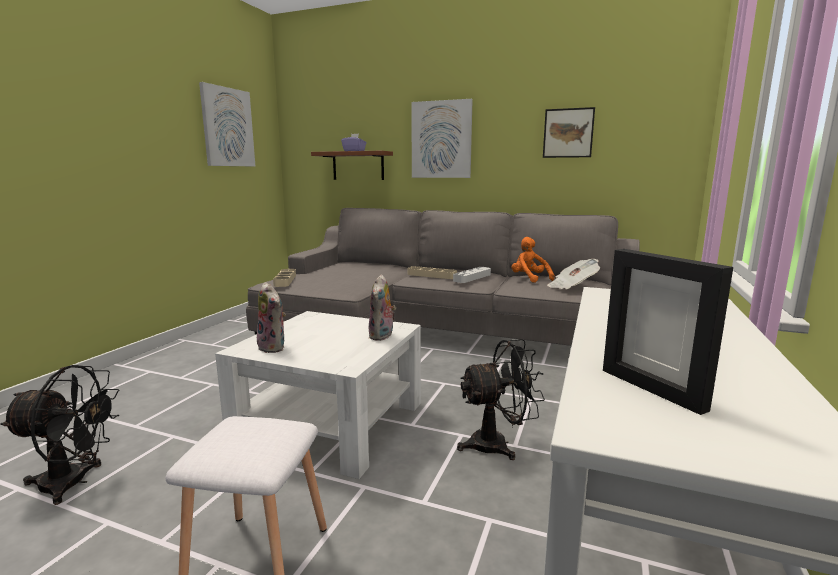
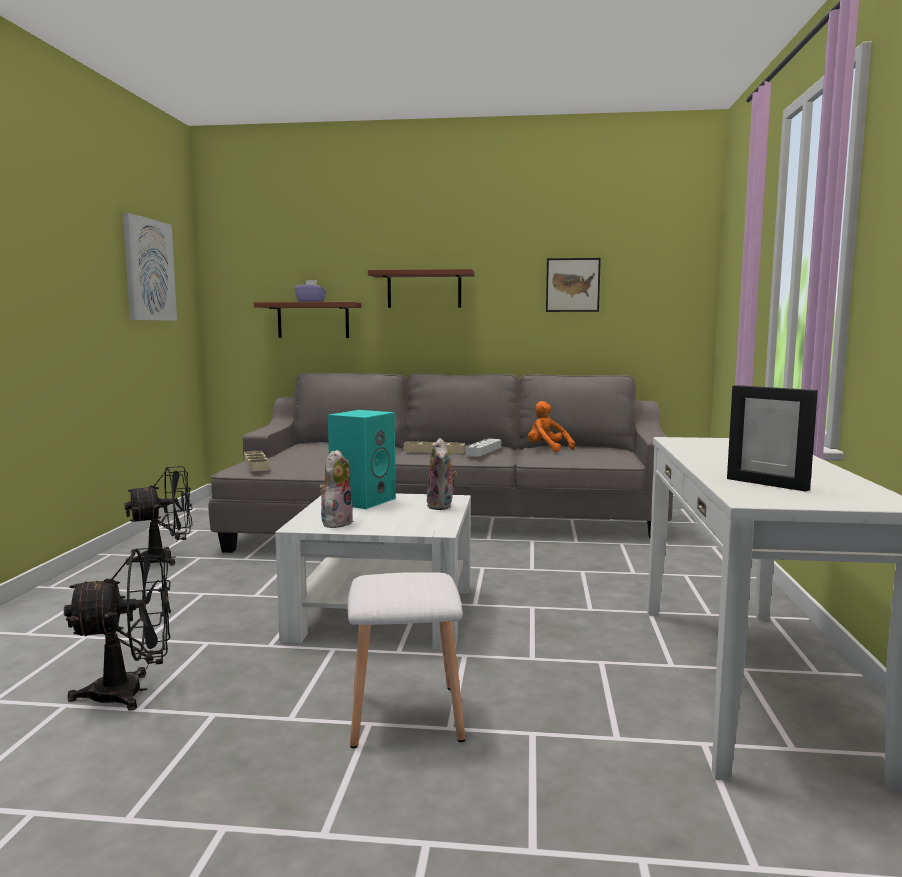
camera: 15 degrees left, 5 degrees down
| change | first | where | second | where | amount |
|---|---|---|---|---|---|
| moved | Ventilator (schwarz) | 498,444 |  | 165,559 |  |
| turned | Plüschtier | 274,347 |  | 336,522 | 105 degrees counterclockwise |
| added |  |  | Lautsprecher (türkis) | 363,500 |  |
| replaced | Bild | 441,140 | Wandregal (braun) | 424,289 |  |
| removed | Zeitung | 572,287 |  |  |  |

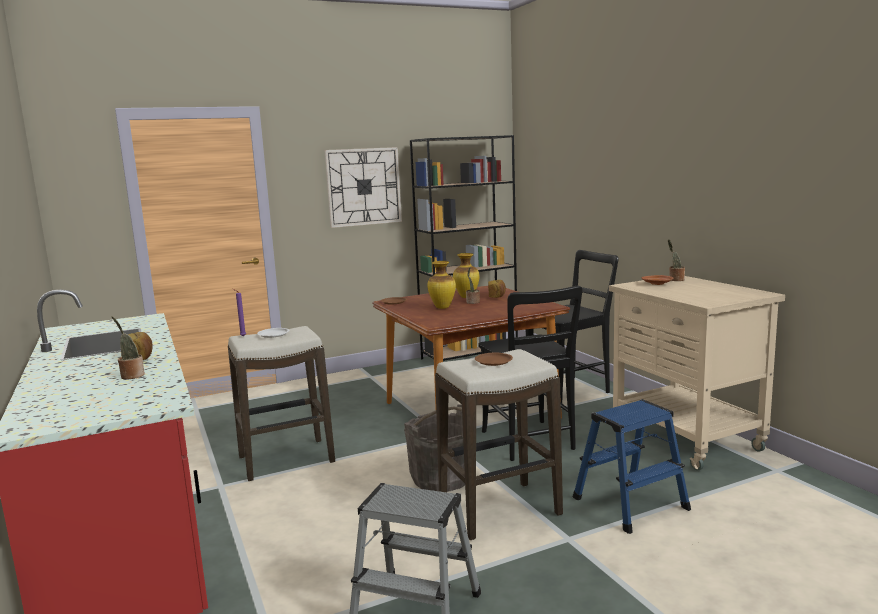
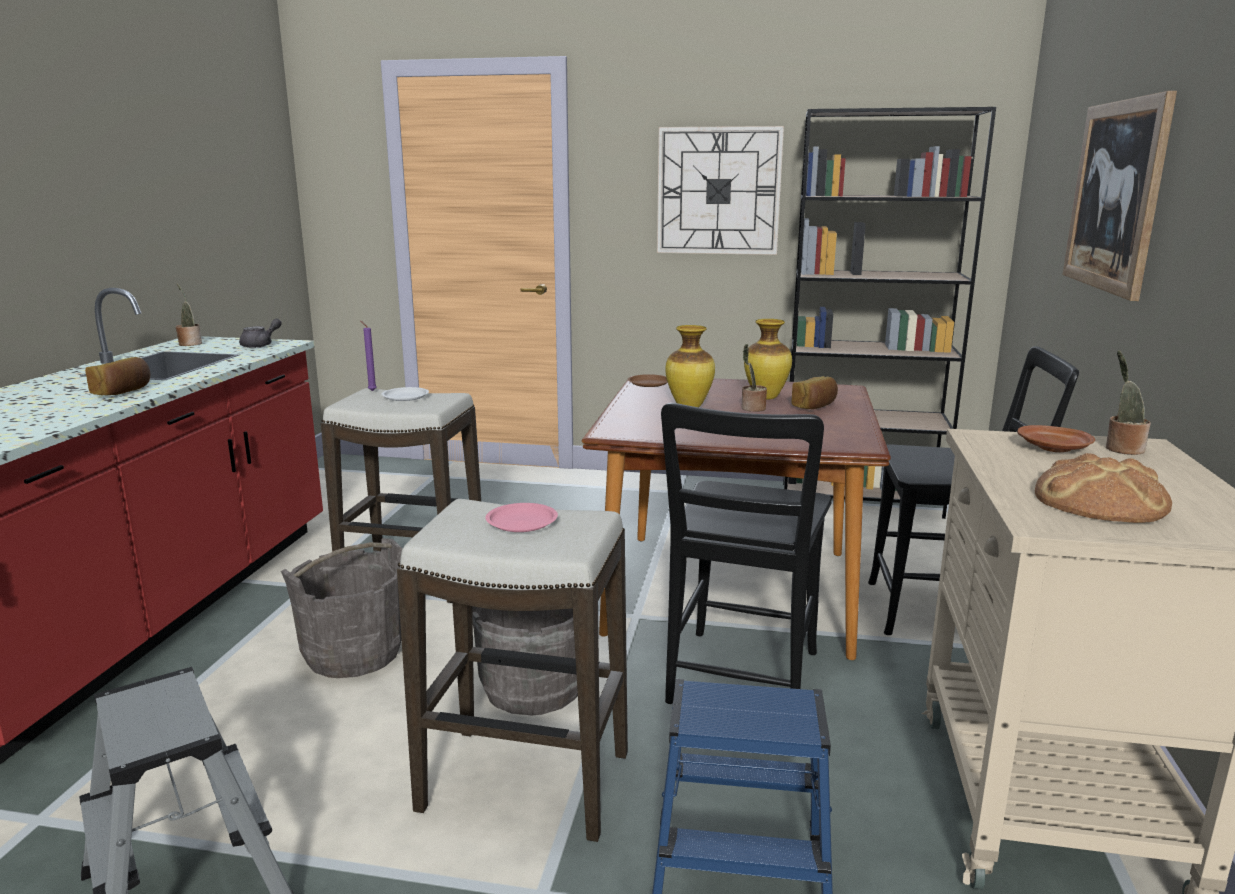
camera: 35 degrees right, 5 degrees up
| change | first | where | second | where | amount |
|---|---|---|---|---|---|
| moved | Topfpflanze | 131,375 |  | 190,343 |  |
| added |  |  | Teekanne (grau) | 261,345 |  |
| added |  |  | Eimer (grau) | 353,653 |  |
| recoloured | Teller (braun) | 493,361 | Teller (rosa) | 522,522 |  |
| added |  |  | Brot | 1101,501 |  |
| added |  |  | Bild | 1115,196 |  |

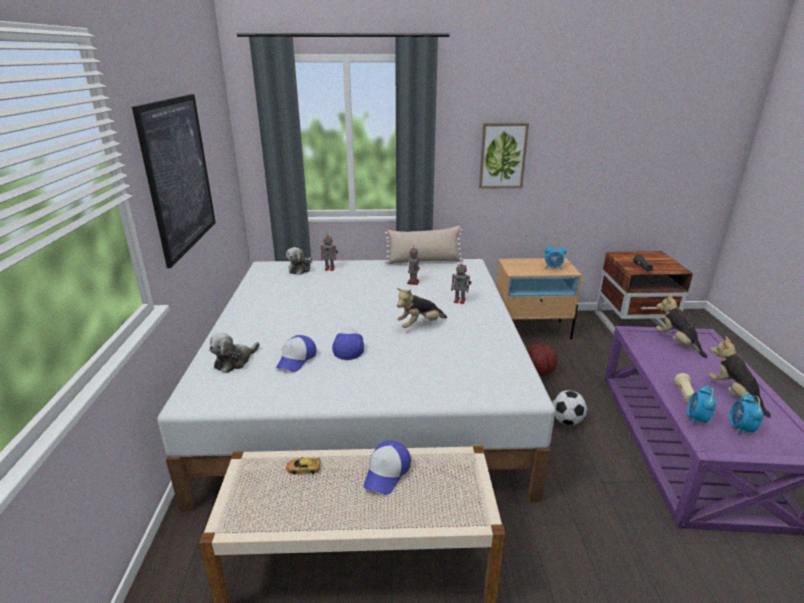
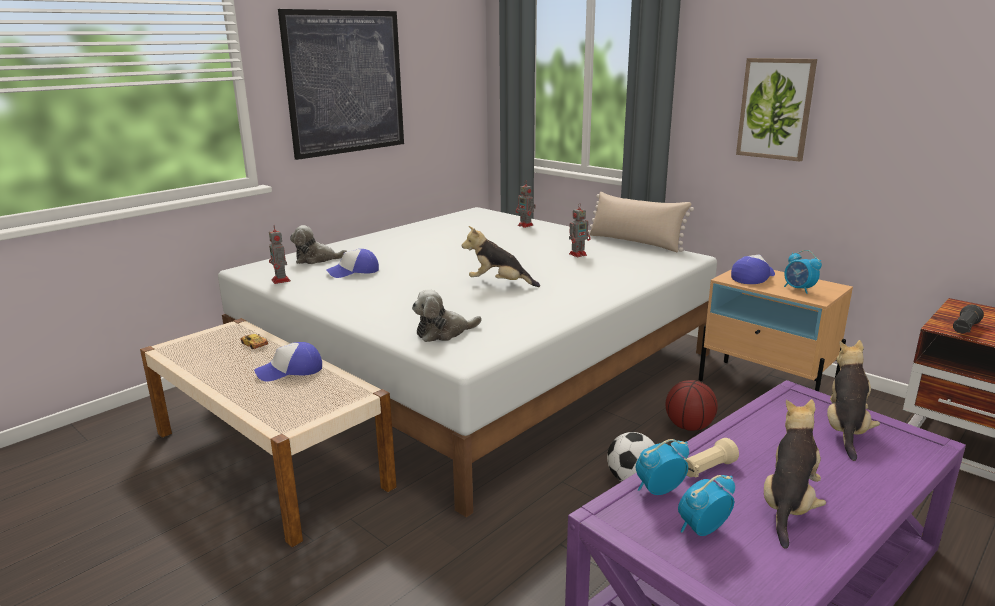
camera: 45 degrees right, 5 degrees down
| change | first | where | second | where | amount |
|---|---|---|---|---|---|
| moved | Spielzeugroboter | 460,300 |  | 281,281 |  |
| moved | Plüschtier | 300,269 |  | 443,332 |  |
| moved | Kappe | 349,347 |  | 753,277 |  |

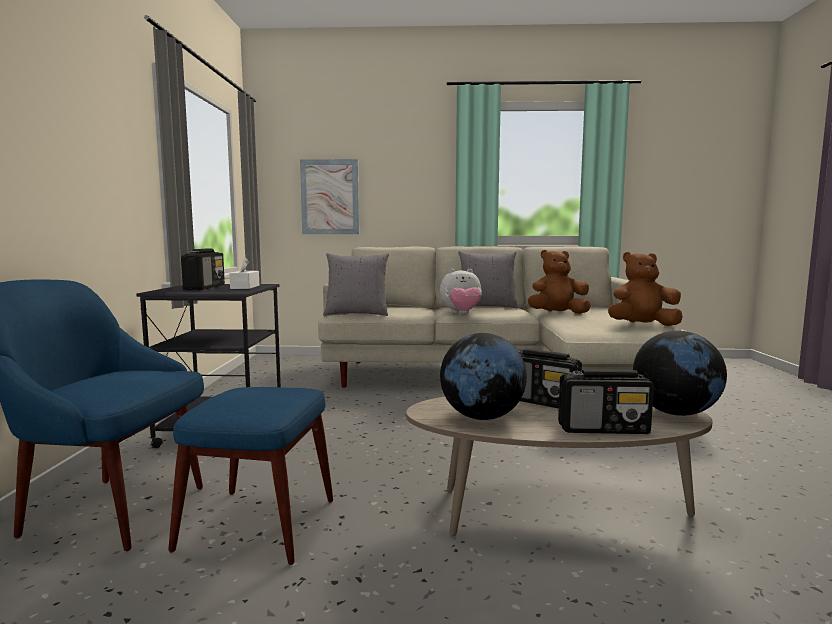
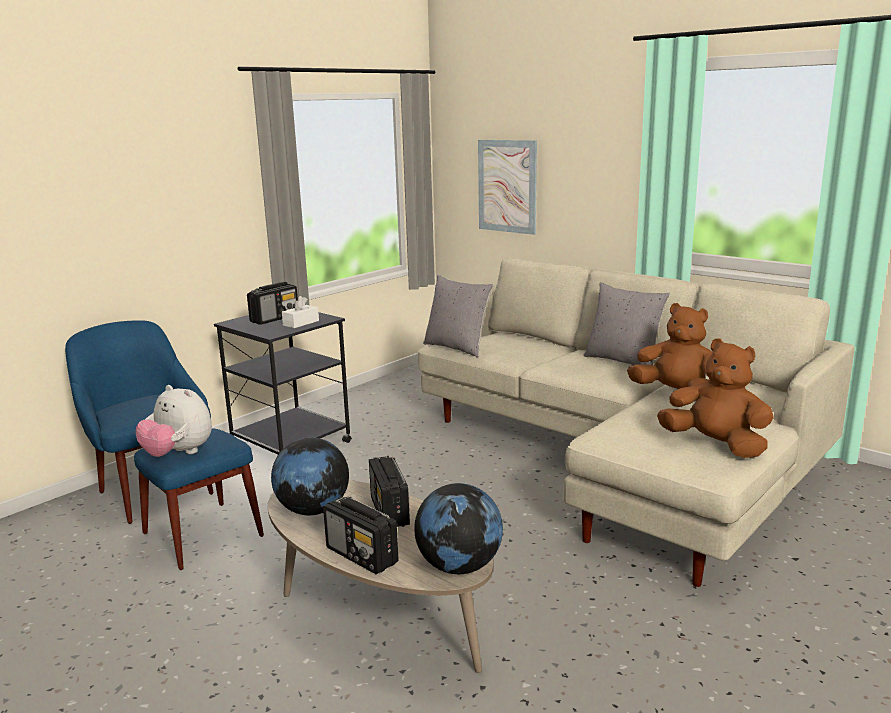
camera: 40 degrees right, 10 degrees up
| change | first | where | second | where | amount |
|---|---|---|---|---|---|
| moved | Plüschtier | 461,313 |  | 178,454 |  |

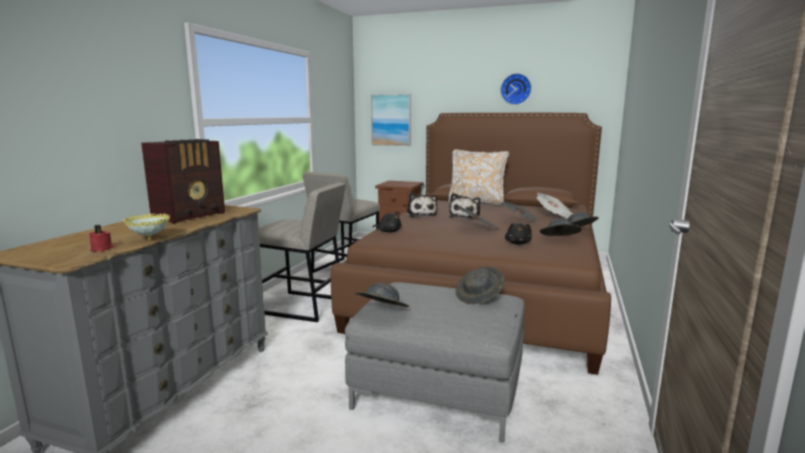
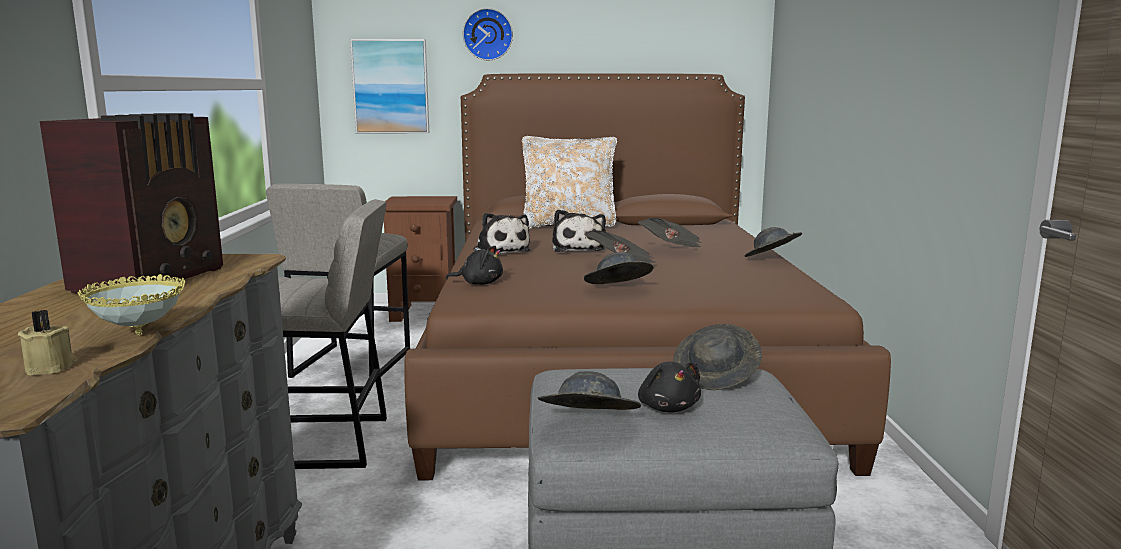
camera: 20 degrees left, 0 degrees up
| change | first | where | second | where | amount |
|---|---|---|---|---|---|
| recoloured | Kerze (rot) | 102,249 | Kerze (beige) | 51,367 |  |
| moved | Wanduhr | 516,89 |  | 488,34 |  |
| moved | Hut (grau) | 559,240 |  | 617,290 |  |
| moved | Plüschtier (schwarz) | 518,243 |  | 668,407 |  |
| removed | Zeitung | 554,216 |  |  |  |

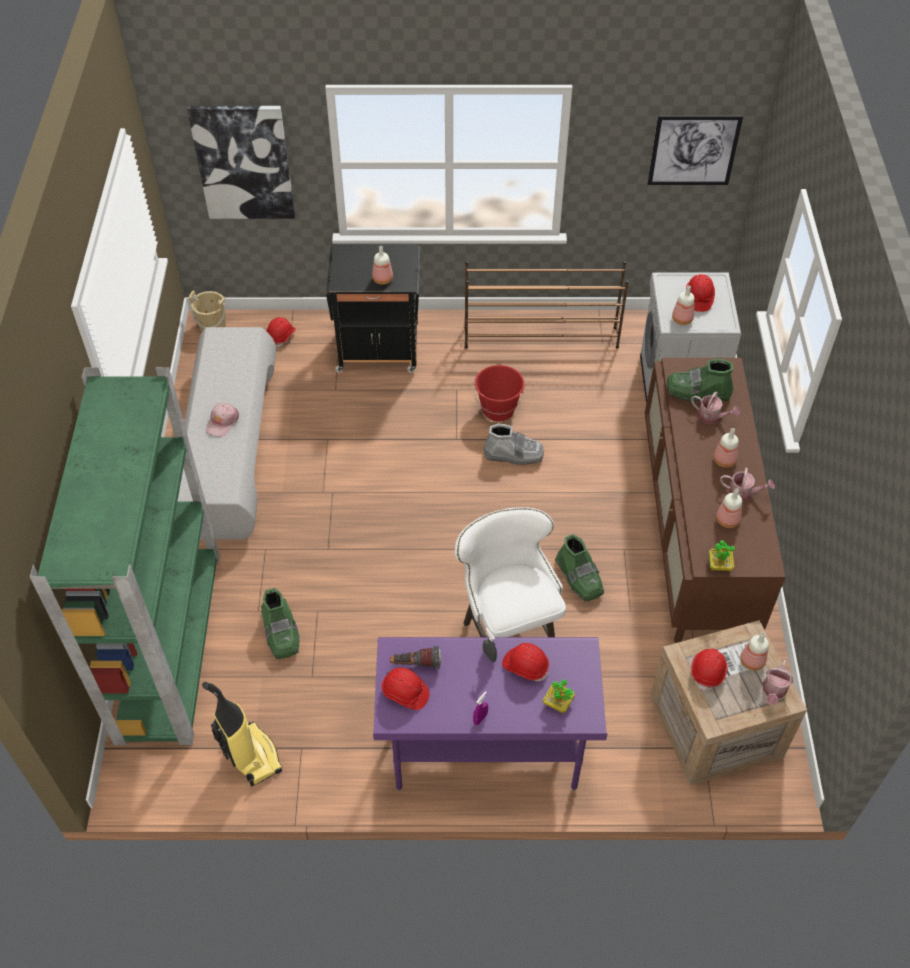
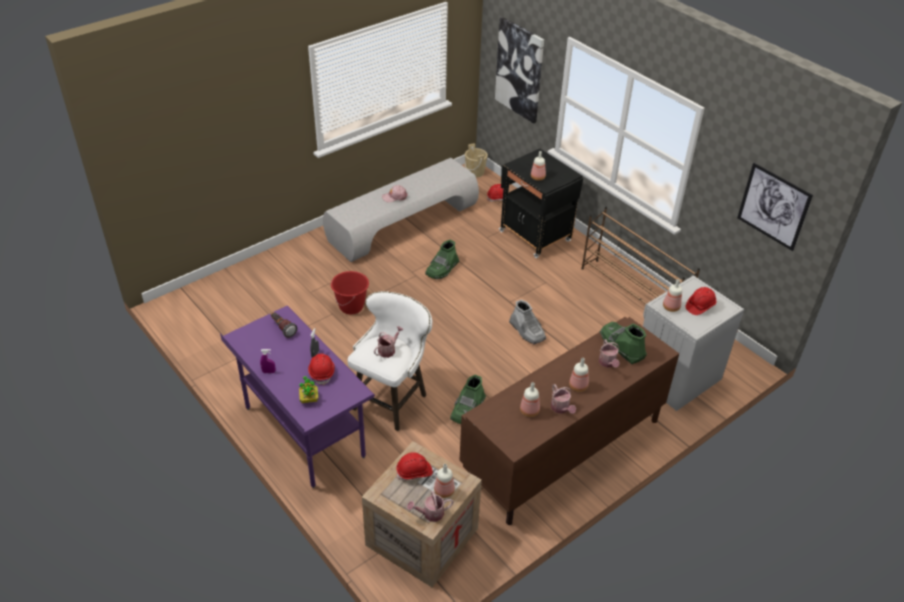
camera: 50 degrees right, 10 degrees down
| change | first | where | second | where | amount |
|---|---|---|---|---|---|
| moved | Eimer (rot) | 498,410 |  | 351,307 |  |
| added |  |  | Gießkanne | 388,350 |  |
| moved | Stiefel (grün) | 281,633 |  | 442,269 |  |
| removed | Bücherregal (grün) | 170,644 |  |  |  |
| removed | Staubsauger | 251,755 |  |  |  |
| removed | Schutzhelm (rot) | 405,693 |  |  |  |
| removed | Topfpflanze | 719,565 |  |  |  |

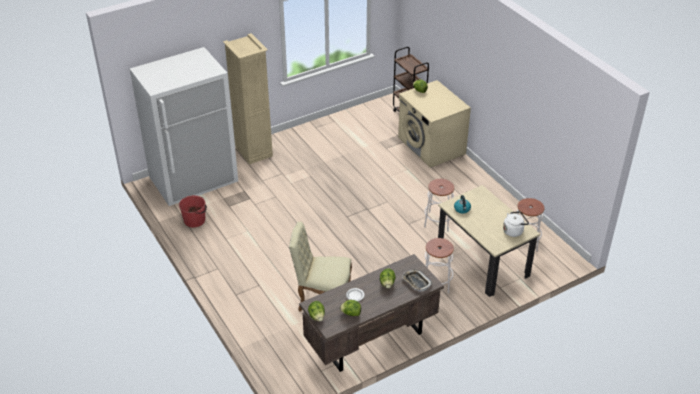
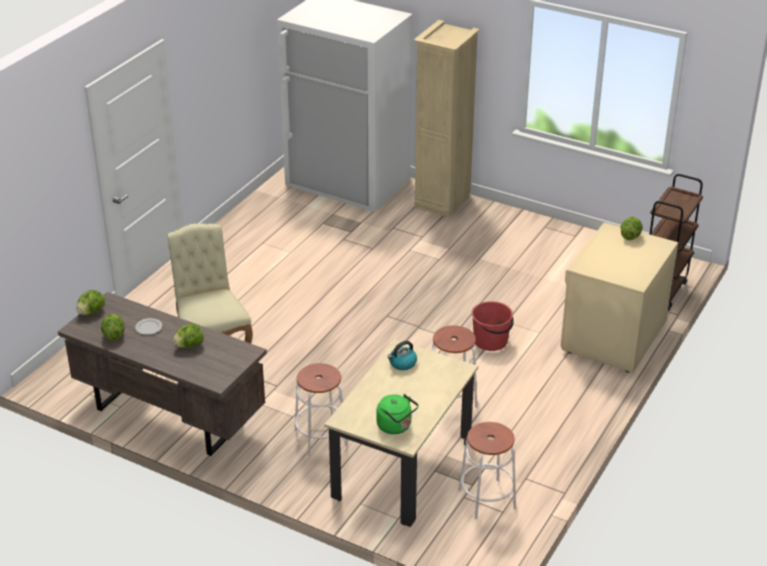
camera: 60 degrees right, 5 degrees down
| change | first | where | second | where | amount |
|---|---|---|---|---|---|
| recoloured | Wasserkessel (weiß) | 514,231 | Wasserkessel (grün) | 396,426 |  |
| moved | Eimer (rot) | 195,220 |  | 491,341 |  |
| removed | Tablett | 416,282 |  |  |  |

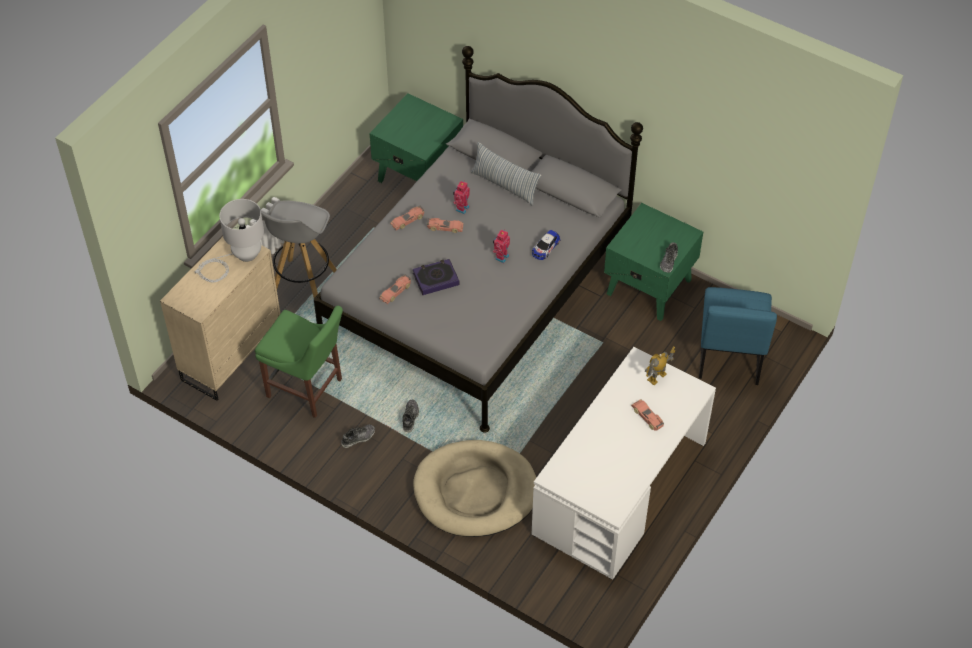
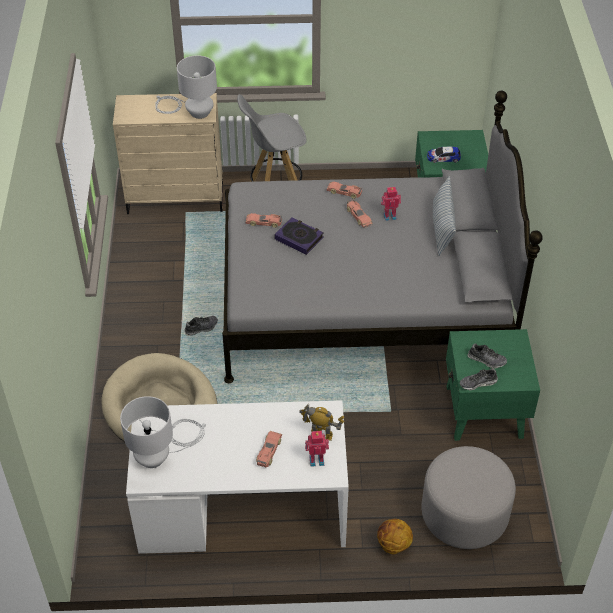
camera: 55 degrees right, 5 degrees down
| change | first | where | second | where | amount |
|---|---|---|---|---|---|
| added |  |  | Tischlampe (grau) | 165,448 |  |
| moved | Spielzeugroboter | 501,257 |  | 316,459 |  |
| added |  |  | Basketball | 393,545 |  |
| replaced | Stuhl (blau) | 729,356 | Polsterhocker (grau) | 464,514 |  |
| moved | Spielzeugauto | 545,247 |  | 443,157 |  |
| moved | Schuh | 358,438 |  | 486,360 |  |
| removed | Stuhl (grün) | 307,390 |  |  |  |

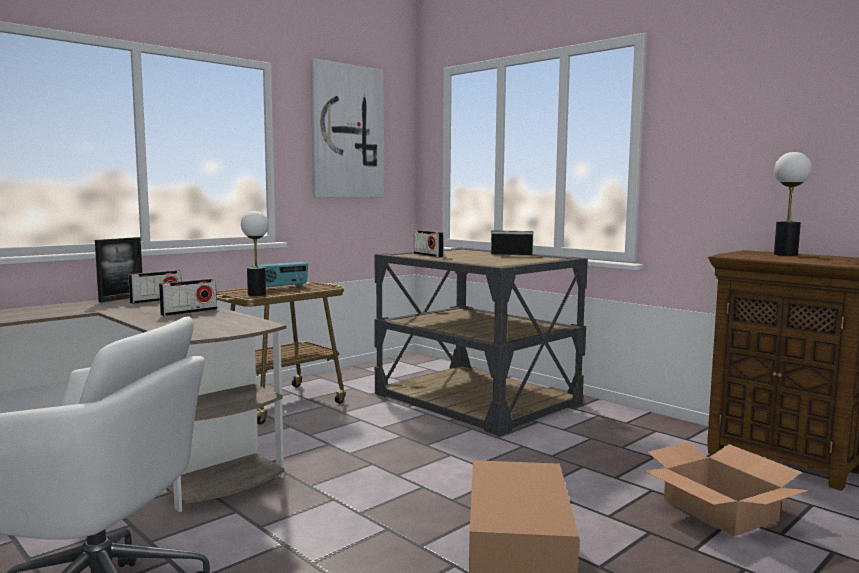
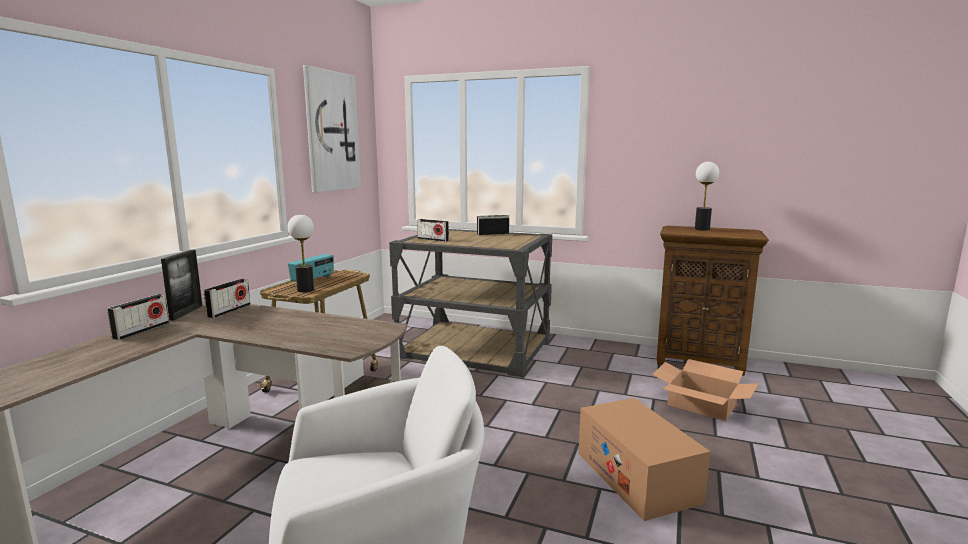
camera: 25 degrees left, 5 degrees up
| change | first | where | second | where | amount |
|---|---|---|---|---|---|
| moved | Radio | 189,312 |  | 141,330 |  |

